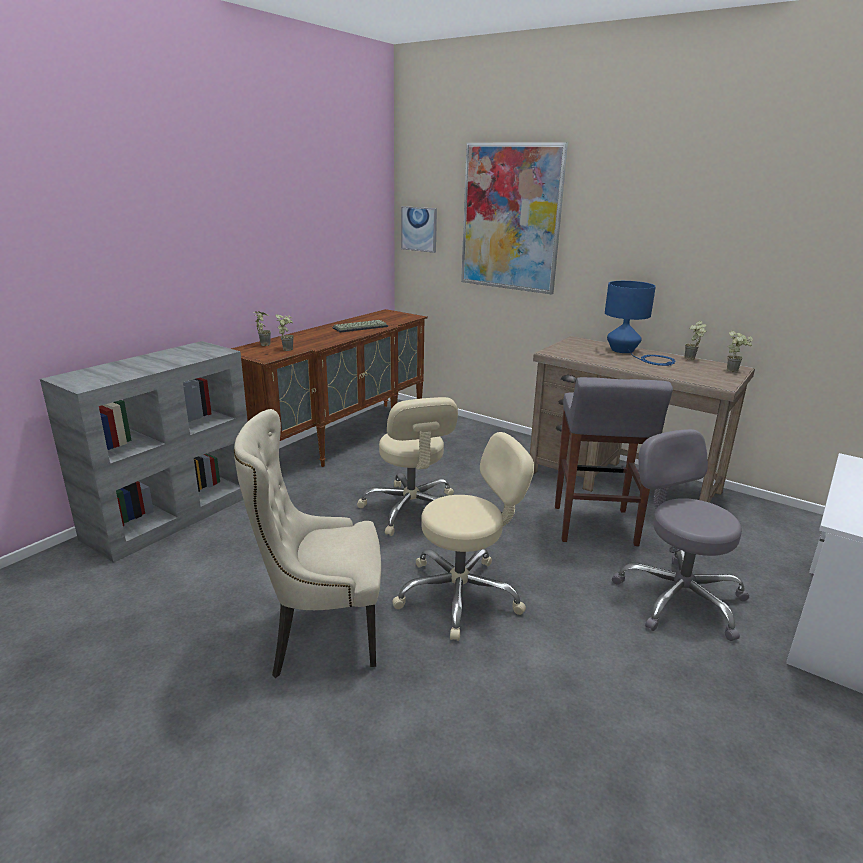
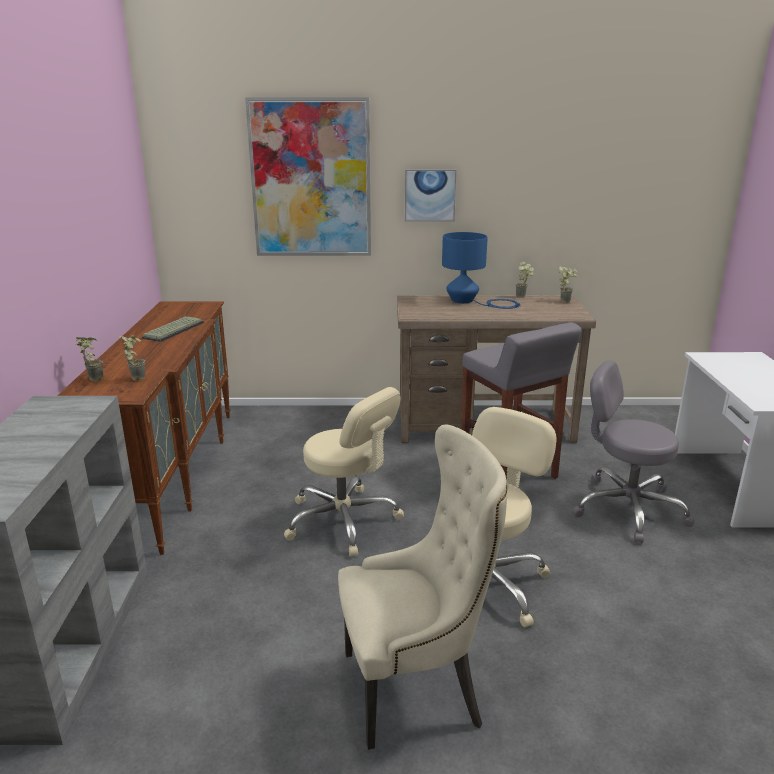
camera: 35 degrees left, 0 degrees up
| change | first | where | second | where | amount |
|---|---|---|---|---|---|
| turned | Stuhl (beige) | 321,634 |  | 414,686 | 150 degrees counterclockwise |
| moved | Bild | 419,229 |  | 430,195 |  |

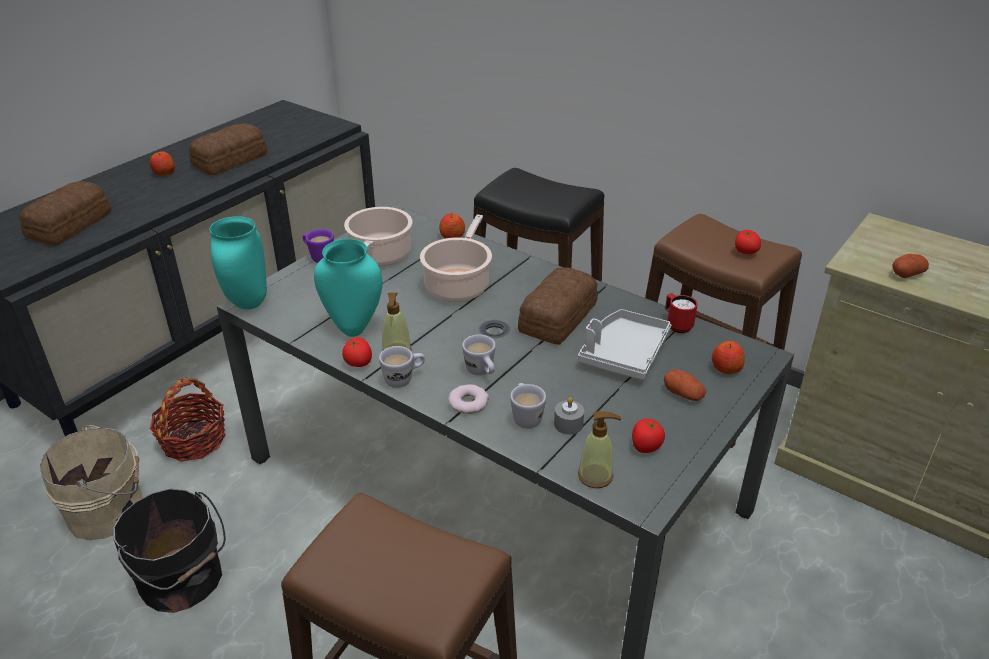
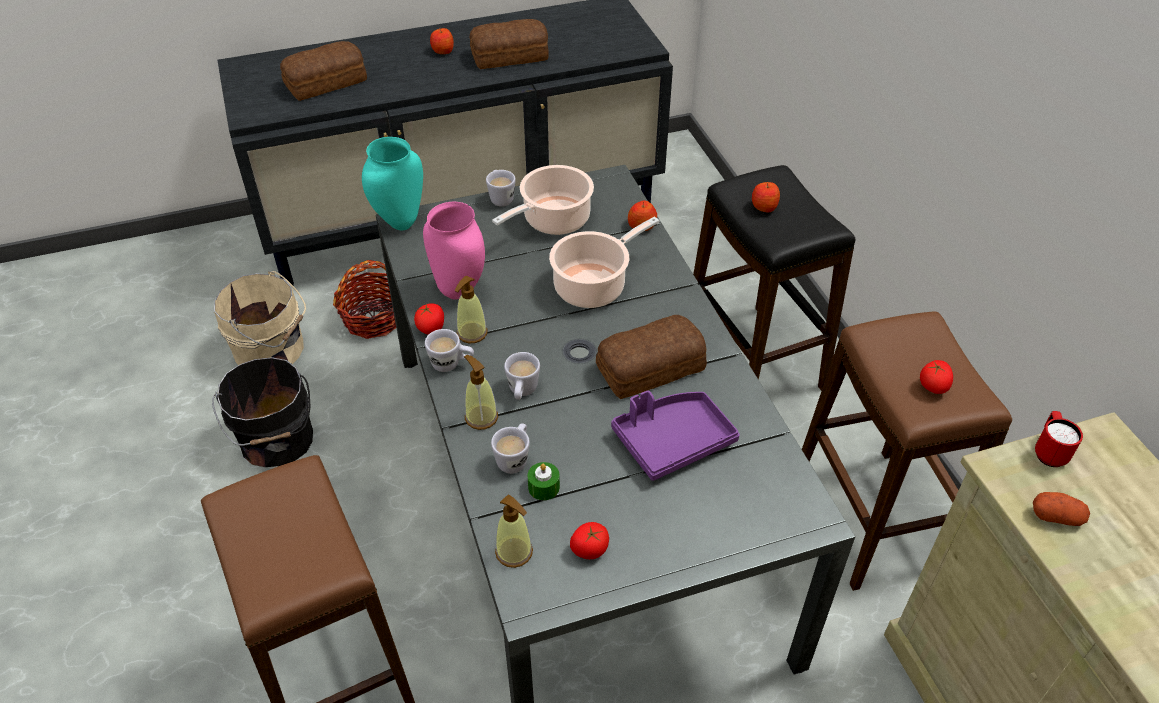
camera: 35 degrees right, 10 degrees up
| change | first | where | second | where | amount |
|---|---|---|---|---|---|
| recoloured | Vase (türkis) | 354,328 | Vase (rosa) | 460,290 |  |
| replaced | Donut | 468,402 | Seifenspender | 481,417 |  |
| recoloured | Henkelbecher (lila) | 318,257 | Henkelbecher (weiß) | 500,197 |  |
| recoloured | Kerze (grau) | 568,424 | Kerze (grün) | 544,487 |  |
| recoloured | Tablett (grau) | 623,353 | Tablett (lila) | 672,441 |  |
| moved | Apfel | 725,368 |  | 764,207 |  |
| moved | Henkelbecher (rot) | 677,325 |  | 1049,452 |  |
| removed | Kartoffel | 683,394 |  |  |  |

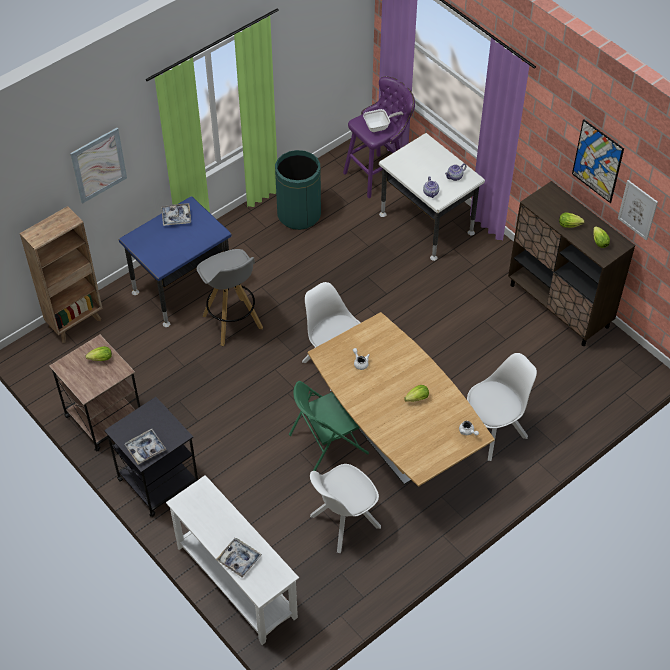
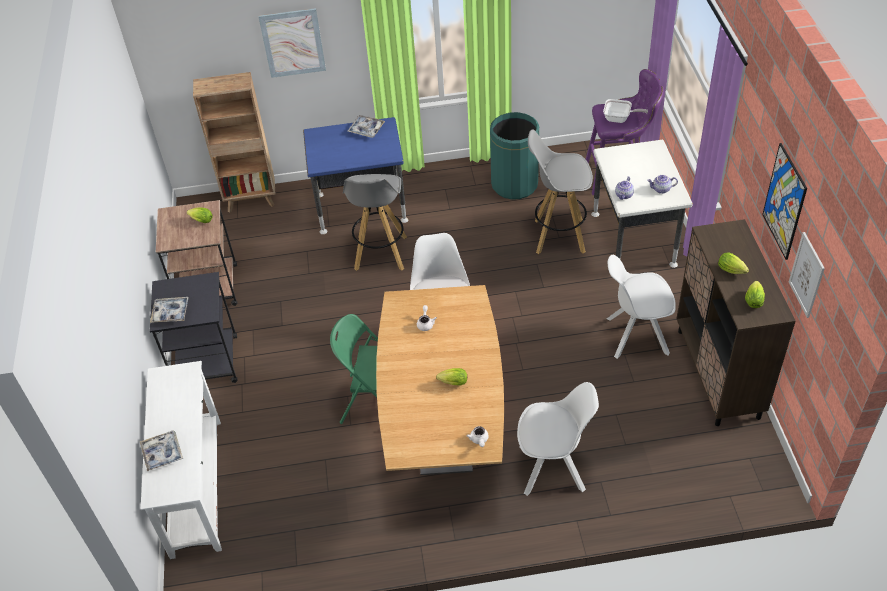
camera: 35 degrees right, 5 degrees down
| change | first | where | second | where | amount |
|---|---|---|---|---|---|
| added |  |  | Hocker (grau) | 558,236 |  |
| moved | Stuhl (weiß) | 343,522 |  | 636,336 |  |

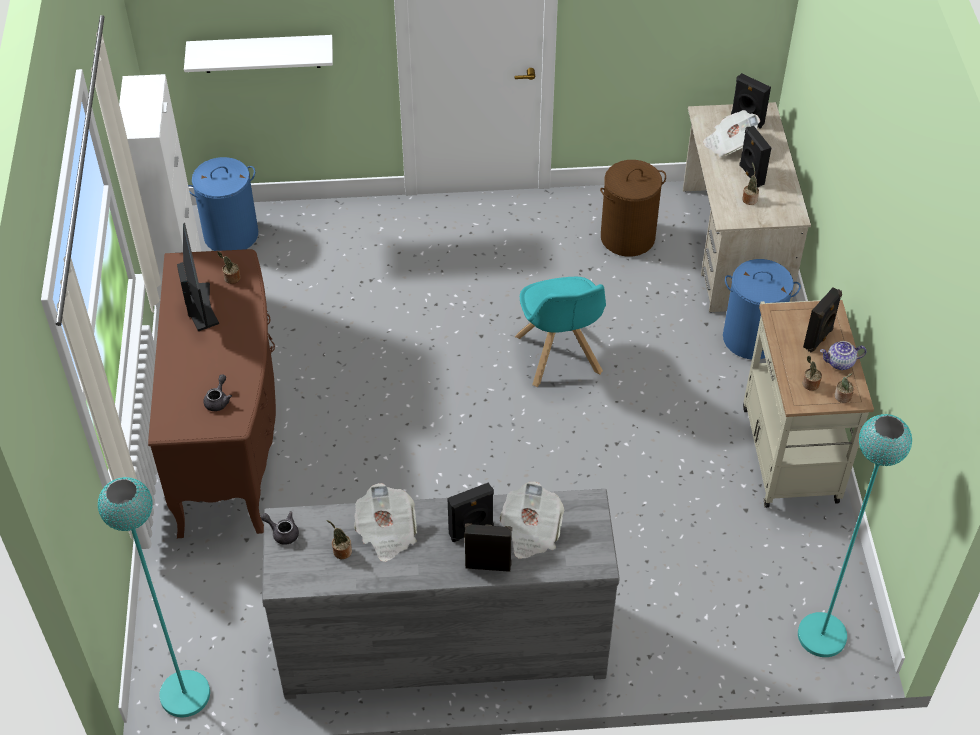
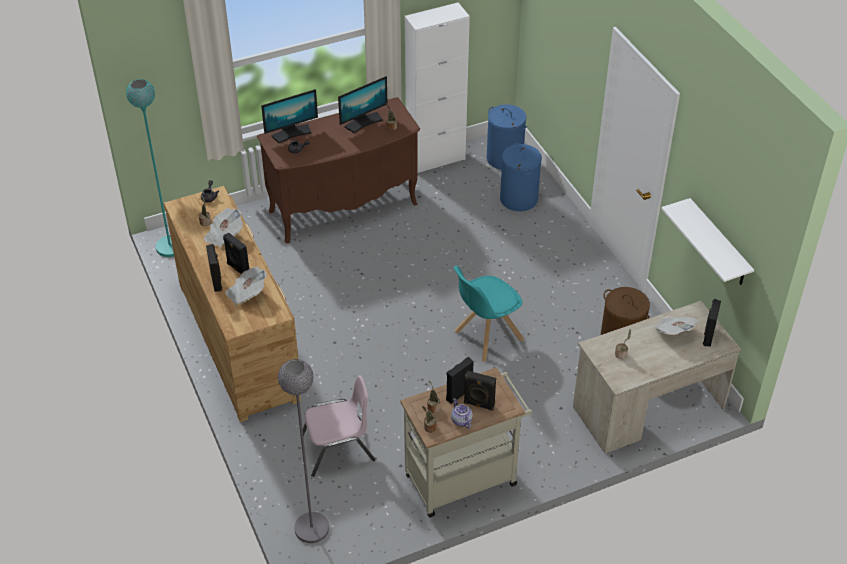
camera: 70 degrees right, 5 degrees down
| change | first | where | second | where | amount |
|---|---|---|---|---|---|
| recoloured | Kommode (grau) | 442,643 | Kommode (braun) | 239,340 |  |
| added |  |  | Monitor | 291,133 |  |
| recoloured | Stehlampe (türkis) | 822,636 | Stehlampe (grau) | 312,529 |  |
| added |  |  | Stuhl (rosa) | 338,449 |  |
| moved | Lautsprecher (schwarz) | 750,175 |  | 458,393 |  |
| moved | Wäschekorb (blau) | 752,338 |  | 519,199 |  |
| moved | Wandregal (weiß) | 261,53 |  | 718,244 |  |

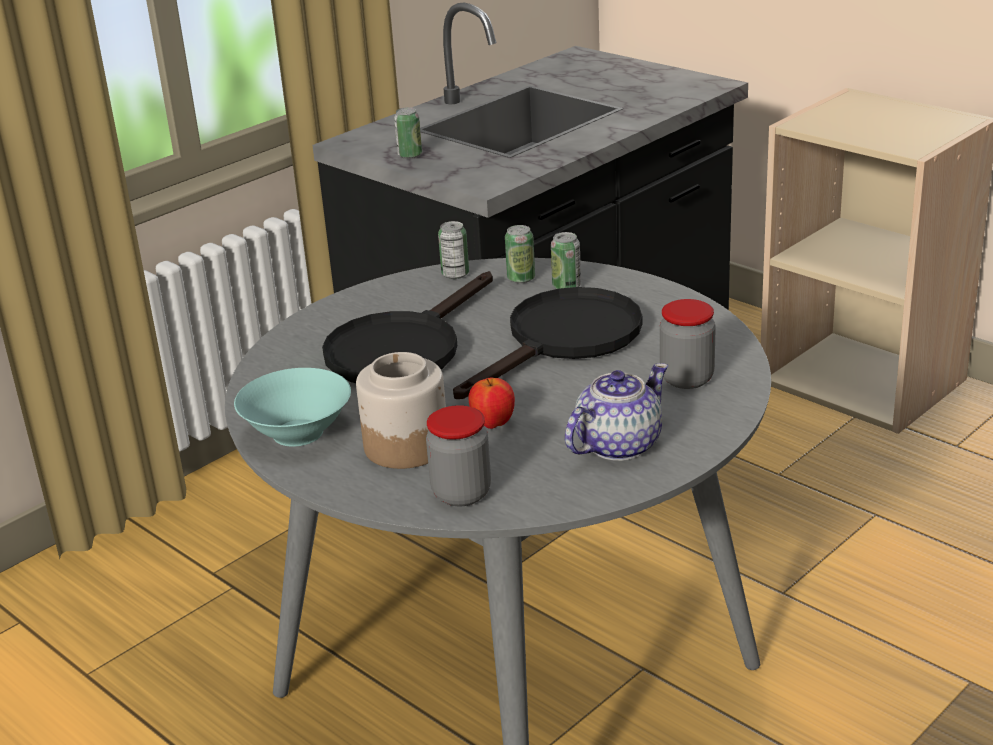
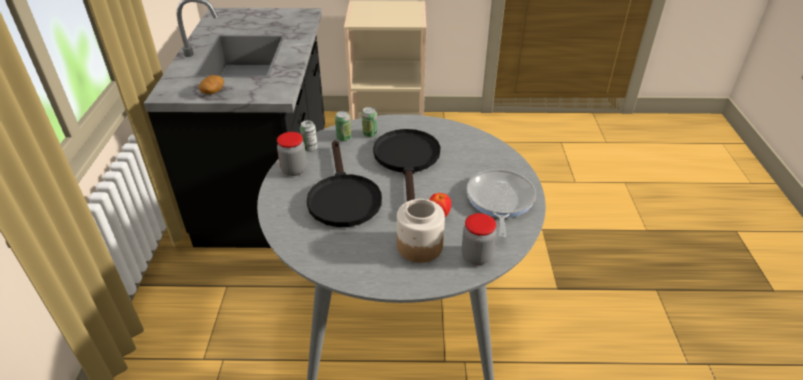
camera: 45 degrees left, 10 degrees up
| change | first | where | second | where | amount |
|---|---|---|---|---|---|
| replaced | Dose | 410,155 | Kartoffel | 213,92 |  |
| moved | Vorratsglas | 687,379 |  | 294,170 |  |
| replaced | Teekanne | 617,445 | Pfanne | 499,200 |  |
| removed | Schüssel (türkis) | 298,433 |  |  |  |

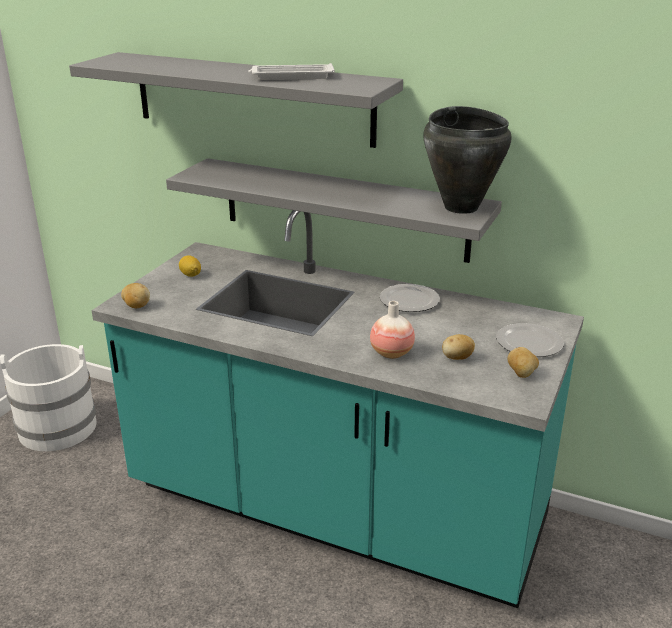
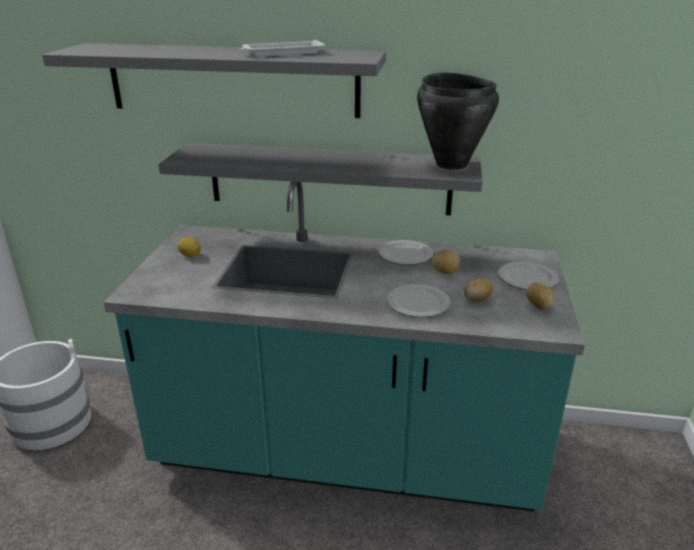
camera: 15 degrees left, 0 degrees up
| change | first | where | second | where | amount |
|---|---|---|---|---|---|
| replaced | Vase | 391,353 | Teller | 417,304 |  |
| moved | Kartoffel | 136,306 |  | 445,272 |  |

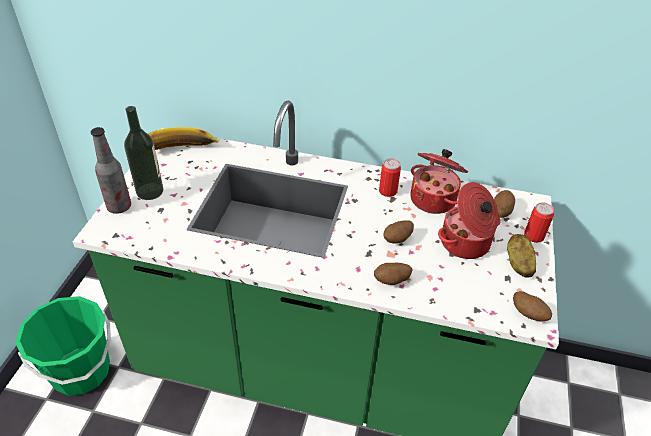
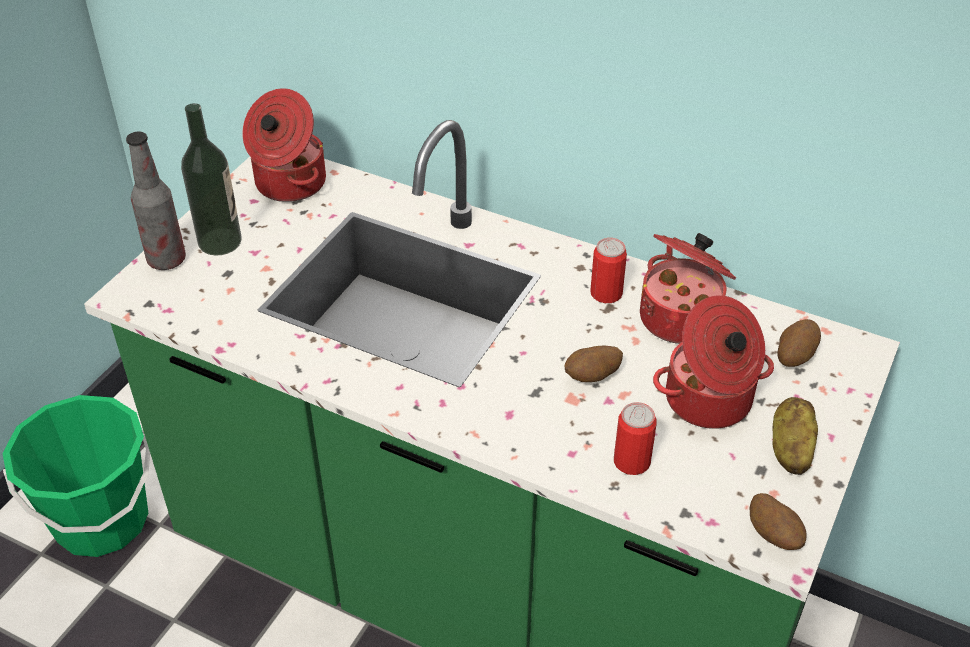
camera: 15 degrees right, 0 degrees up
| change | first | where | second | where | amount |
|---|---|---|---|---|---|
| replaced | Banane | 182,151 | Kochtopf | 288,183 |  |
| moved | Dose | 534,236 |  | 631,462 |  |
| removed | Kartoffel | 391,281 |  |  |  |

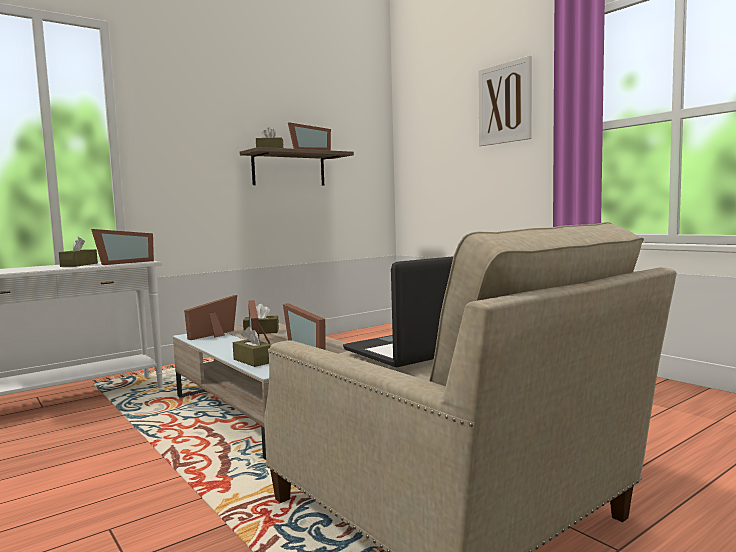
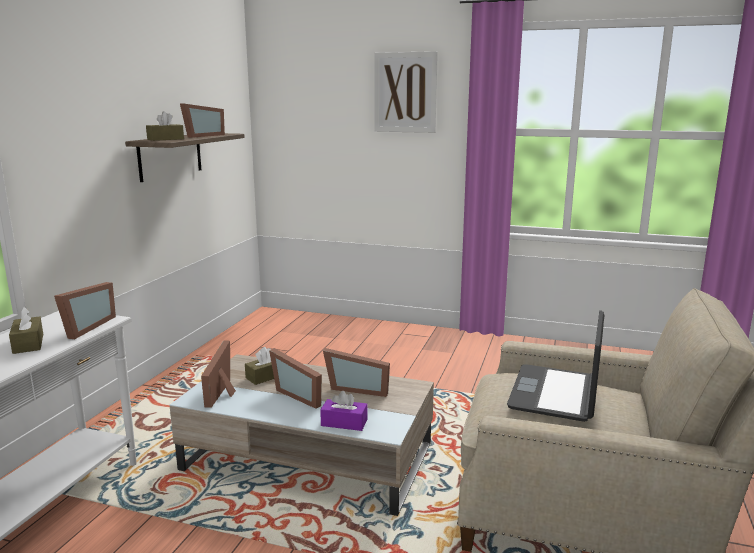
camera: 35 degrees left, 10 degrees up
| change | first | where | second | where | amount |
|---|---|---|---|---|---|
| recoloured | Taschentuchbox (braun) | 253,361 | Taschentuchbox (lila) | 344,423 |  |

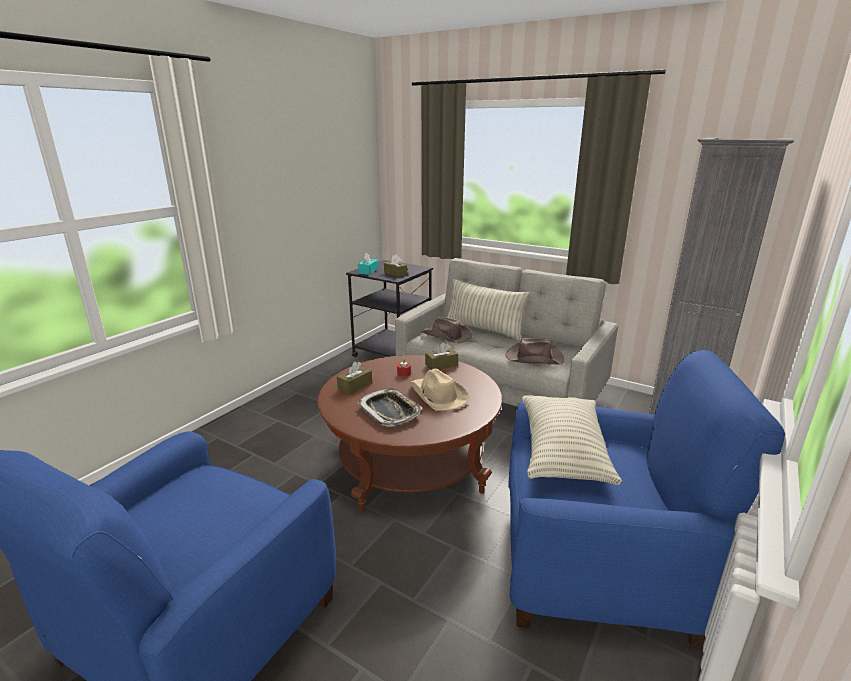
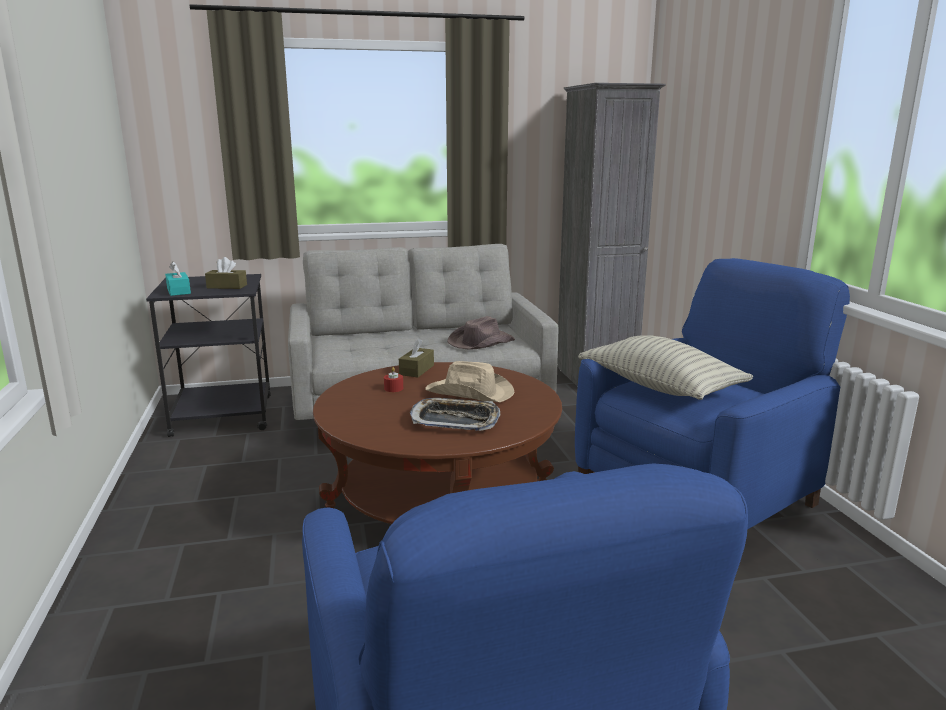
camera: 45 degrees left, 5 degrees down
| change | first | where | second | where | amount |
|---|---|---|---|---|---|
| removed | Taschentuchbox (braun) | 355,386 |  |  |  |
| removed | Hut (braun) | 446,336 |  |  |  |
| removed | Kissen | 484,330 |  |  |  |

